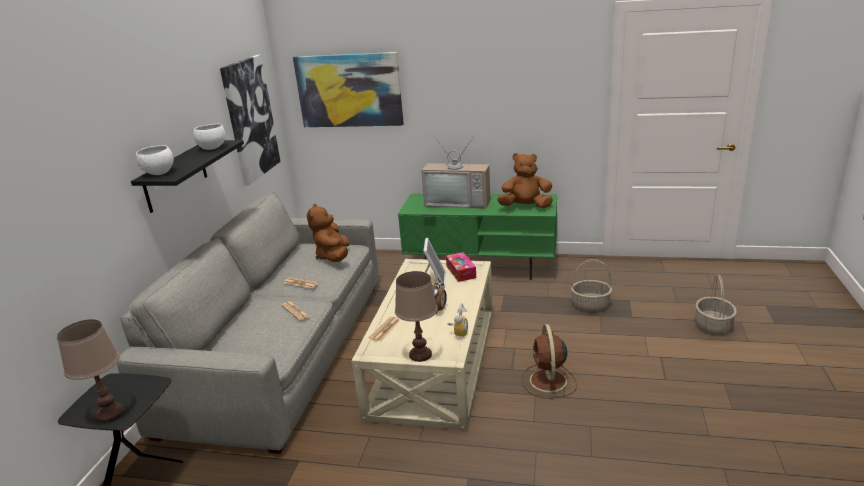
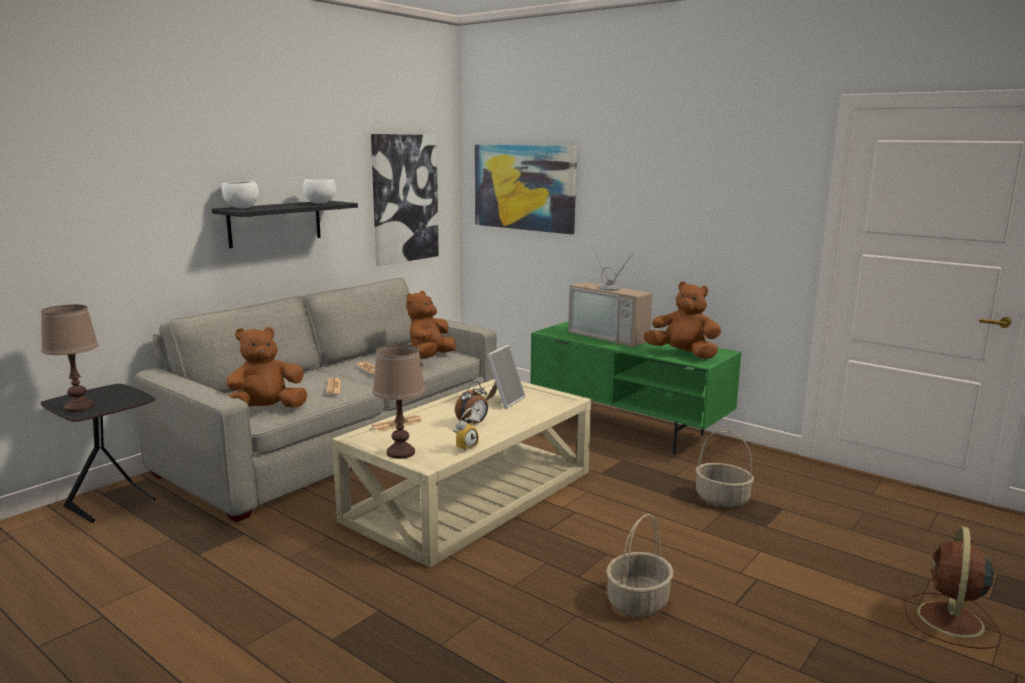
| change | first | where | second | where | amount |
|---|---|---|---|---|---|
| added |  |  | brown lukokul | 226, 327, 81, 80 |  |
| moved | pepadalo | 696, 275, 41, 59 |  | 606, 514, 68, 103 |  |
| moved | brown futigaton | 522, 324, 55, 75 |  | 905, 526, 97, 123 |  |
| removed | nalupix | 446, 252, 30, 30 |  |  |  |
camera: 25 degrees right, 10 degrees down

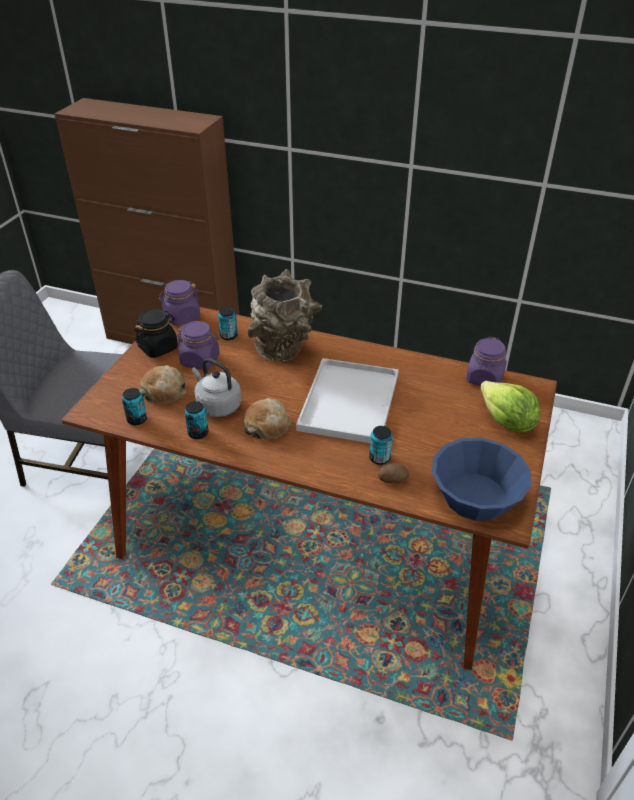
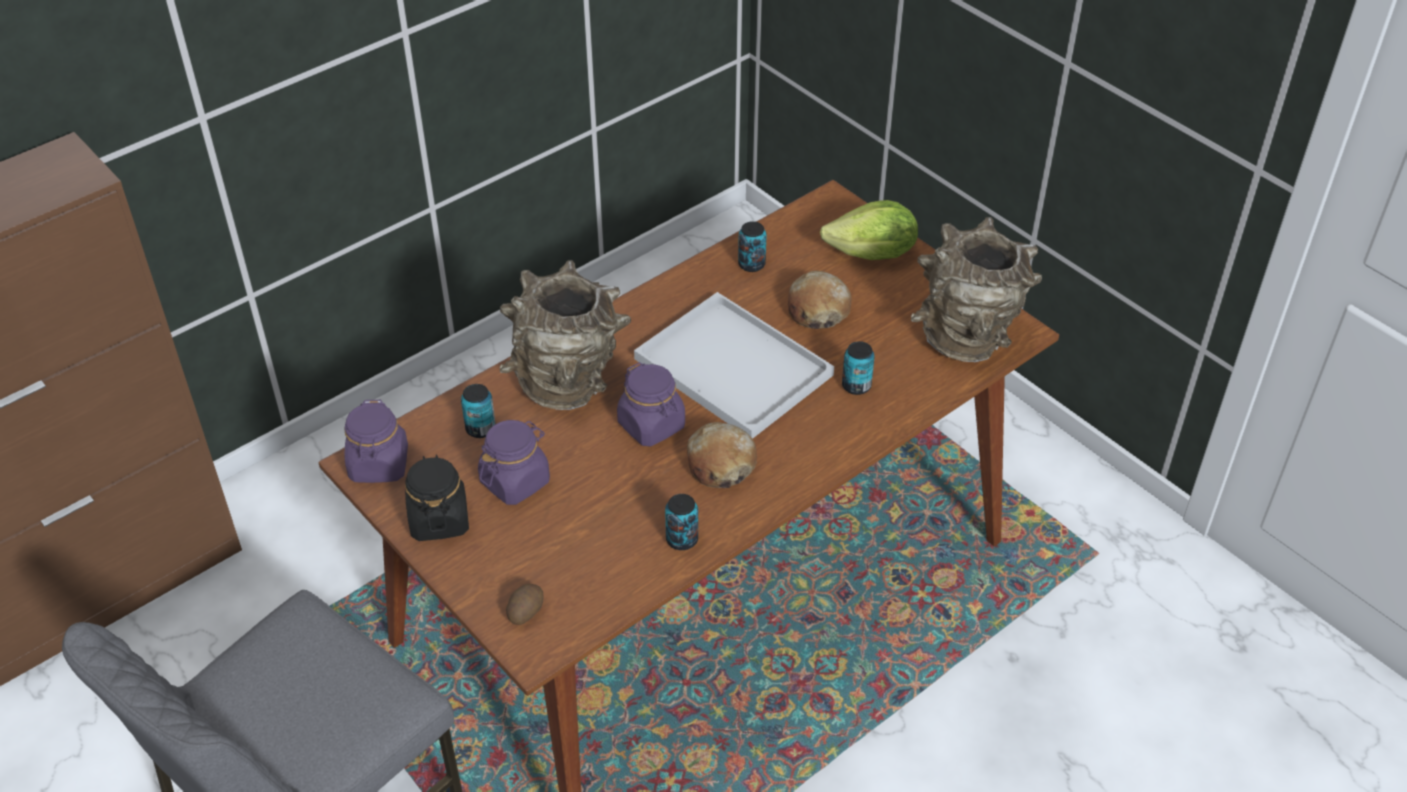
| change | first | where | second | where | amount |
|---|---|---|---|---|---|
| moved | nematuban | 378, 463, 31, 21 |  | 506, 584, 37, 41 |  |
| moved | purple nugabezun | 466, 337, 41, 49 |  | 617, 362, 68, 85 |  |
| moved | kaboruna | 122, 388, 25, 37 |  | 738, 221, 29, 51 |  |
| moved | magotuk | 139, 365, 47, 39 |  | 788, 271, 64, 58 |  |
| replaced | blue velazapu | 432, 438, 99, 83 | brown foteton | 911, 217, 131, 145 |  |
| removed | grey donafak | 192, 358, 49, 59 |  |  |  |
camera: 60 degrees left, 5 degrees up

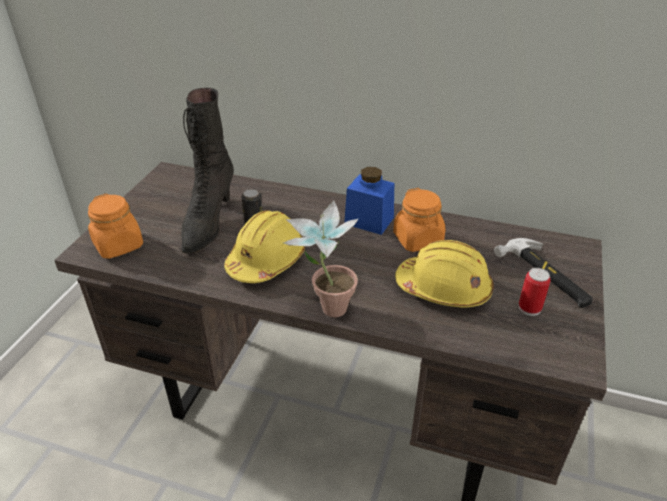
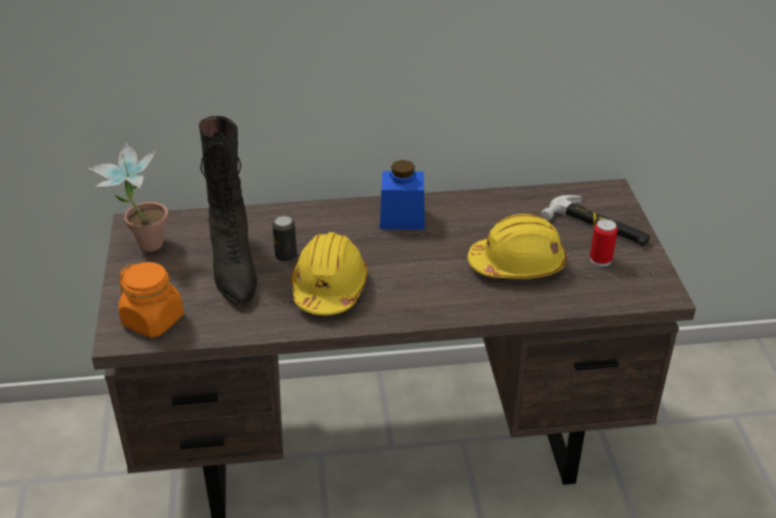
| change | first | where | second | where | amount |
|---|---|---|---|---|---|
| moved | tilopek | 284, 200, 75, 118 |  | 88, 141, 80, 111 |  |
| removed | orange nugabezun | 393, 188, 53, 64 |  |  |  |
camera: 25 degrees left, 0 degrees up

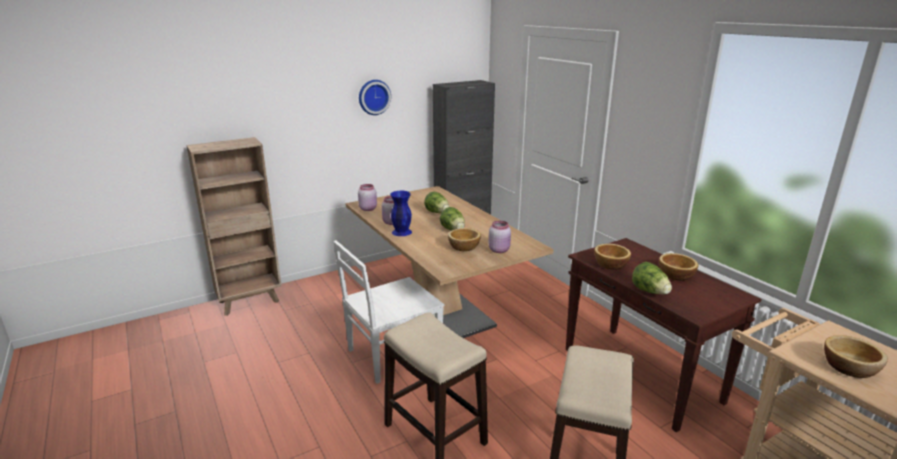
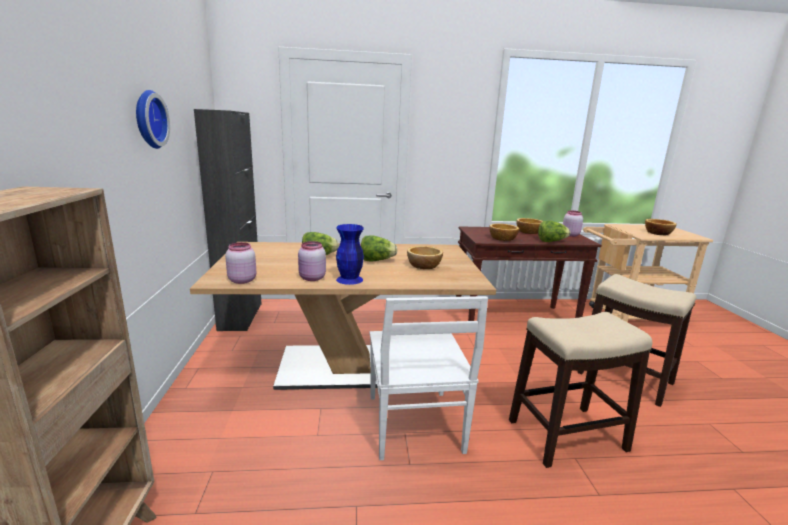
| change | first | where | second | where | amount |
|---|---|---|---|---|---|
| moved | pink nugabezun | 489, 221, 22, 32 |  | 563, 211, 20, 26 |  |
camera: 65 degrees left, 5 degrees down

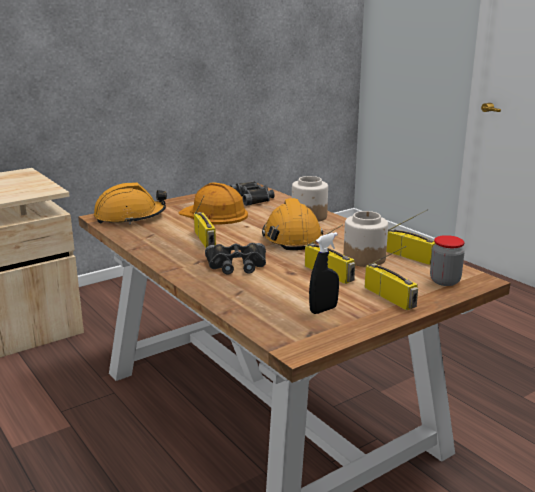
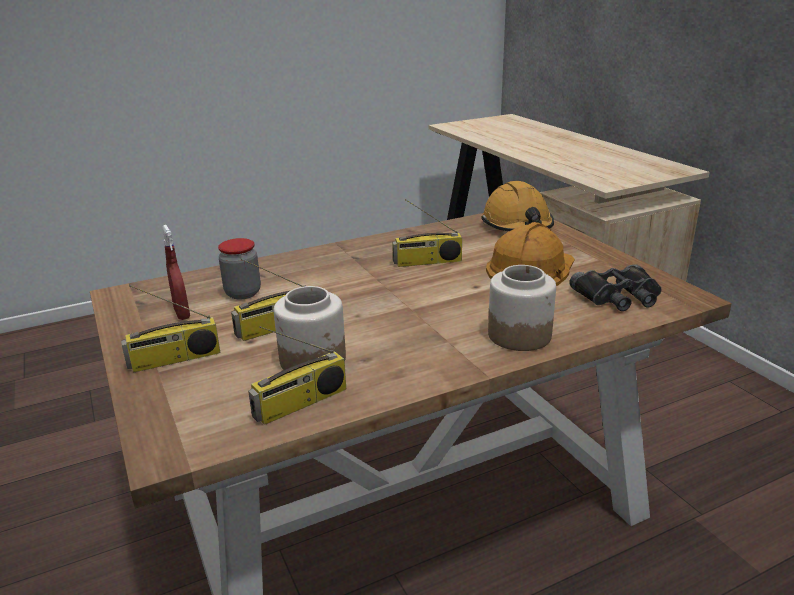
| change | first | where | second | where | amount |
|---|---|---|---|---|---|
| recoloured | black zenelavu | 309, 232, 30, 82 | red zenelavu | 162, 225, 28, 95 |  |
| moved | nugabezun | 430, 235, 35, 51 |  | 218, 238, 43, 61 |  |
| removed | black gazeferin | 205, 243, 61, 32 |  |  |  |
| removed | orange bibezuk | 262, 198, 61, 52 |  |  |  |
camera: 100 degrees right, 5 degrees up

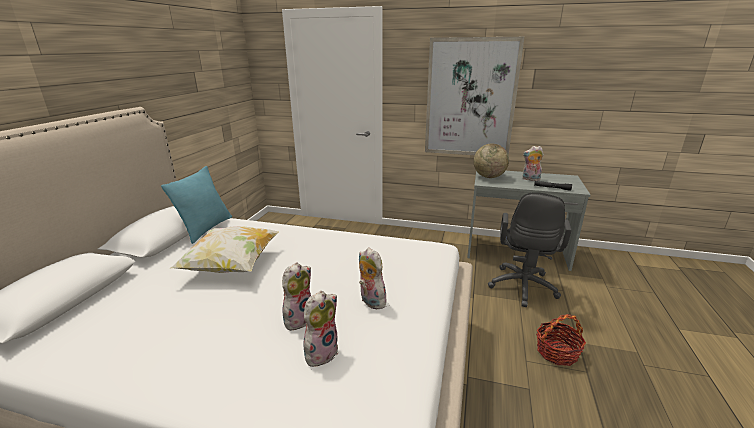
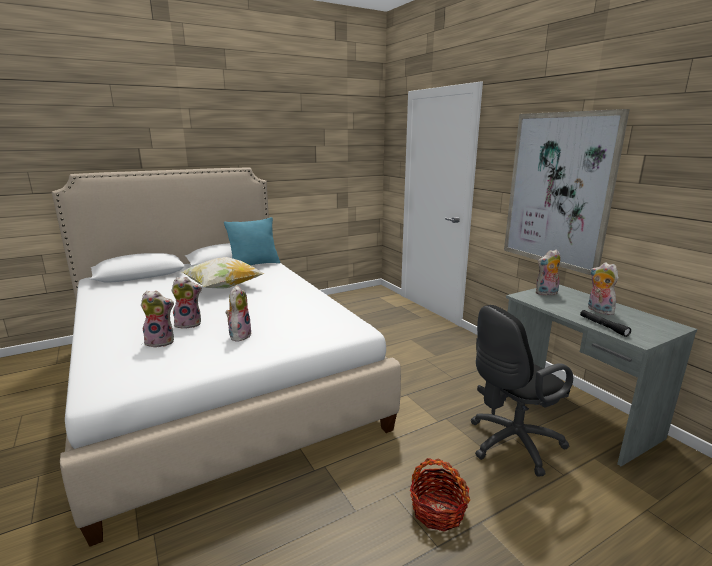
| change | first | where | second | where | amount |
|---|---|---|---|---|---|
| replaced | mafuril | 474, 144, 35, 34 | lukokul | 536, 249, 25, 47 |  |
camera: 45 degrees right, 5 degrees down

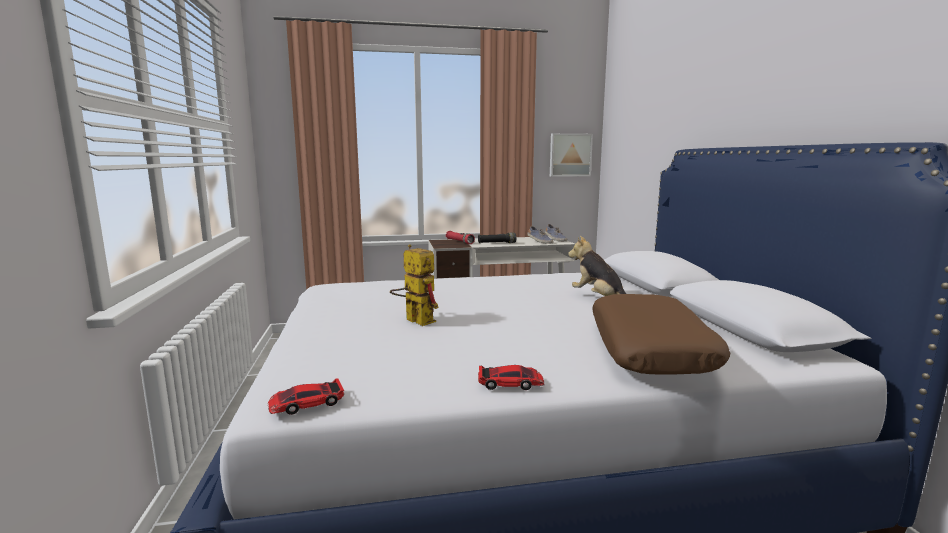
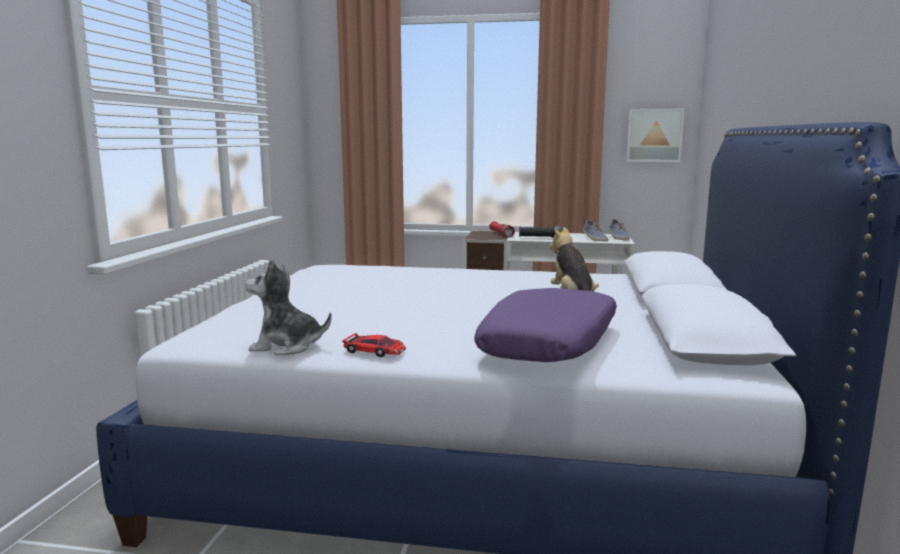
| change | first | where | second | where | amount |
|---|---|---|---|---|---|
| added |  |  | lukokul | 245, 259, 87, 96 |  |
| recoloured | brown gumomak | 592, 294, 138, 81 | purple gumomak | 474, 288, 143, 74 |  |
| removed | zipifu | 268, 378, 76, 37 |  |  |  |
| removed | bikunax | 390, 244, 49, 82 |  |  |  |
camera: 20 degrees right, 0 degrees up

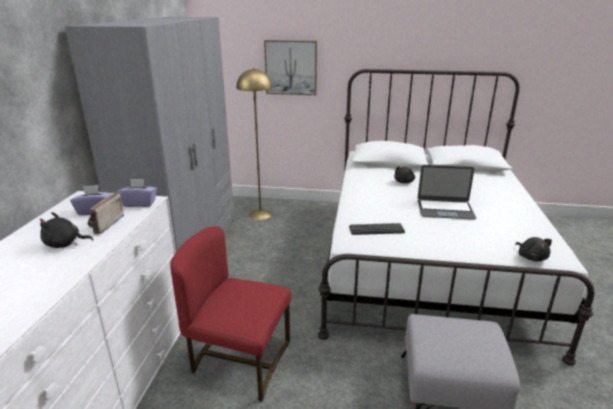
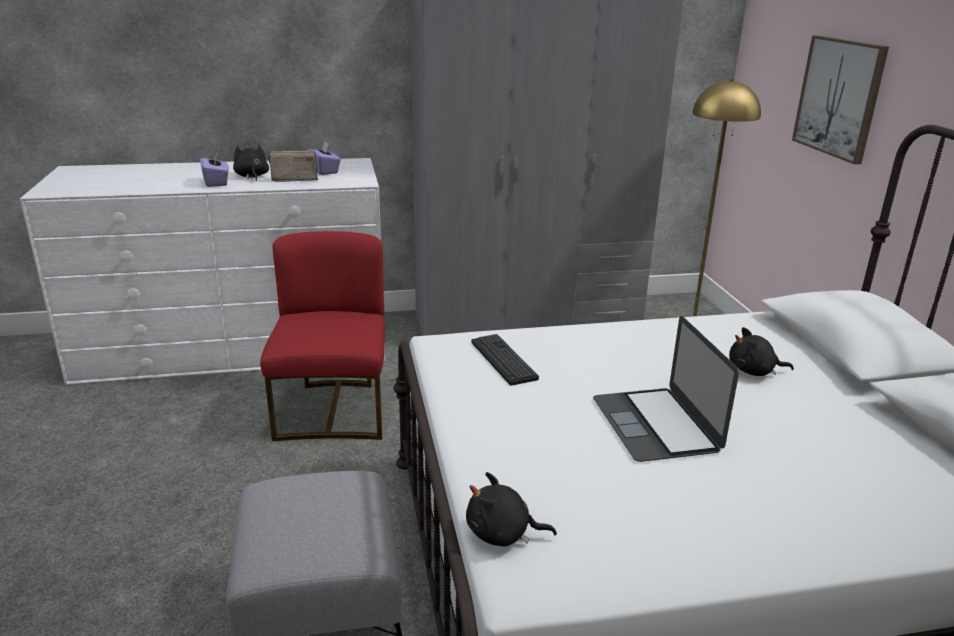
| change | first | where | second | where | amount |
|---|---|---|---|---|---|
| moved | purple nalupix | 117, 179, 40, 28 |  | 200, 153, 29, 34 |  |
| turned | black lukokul | 515, 237, 37, 24 |  | 466, 472, 91, 75 | 45 degrees clockwise |
camera: 70 degrees right, 0 degrees up

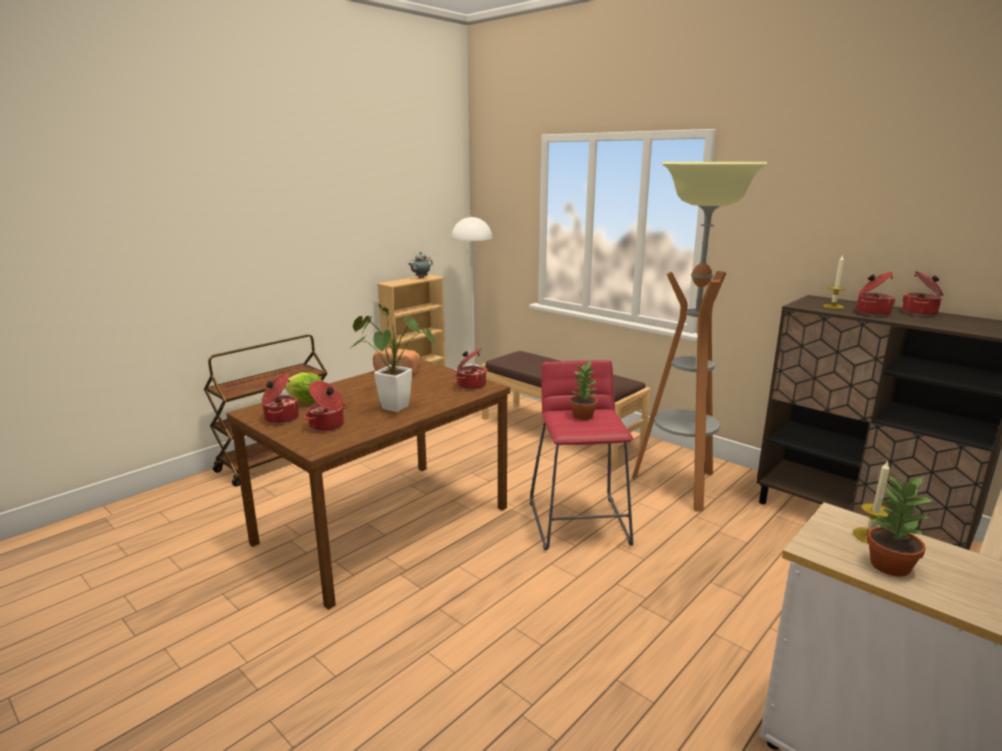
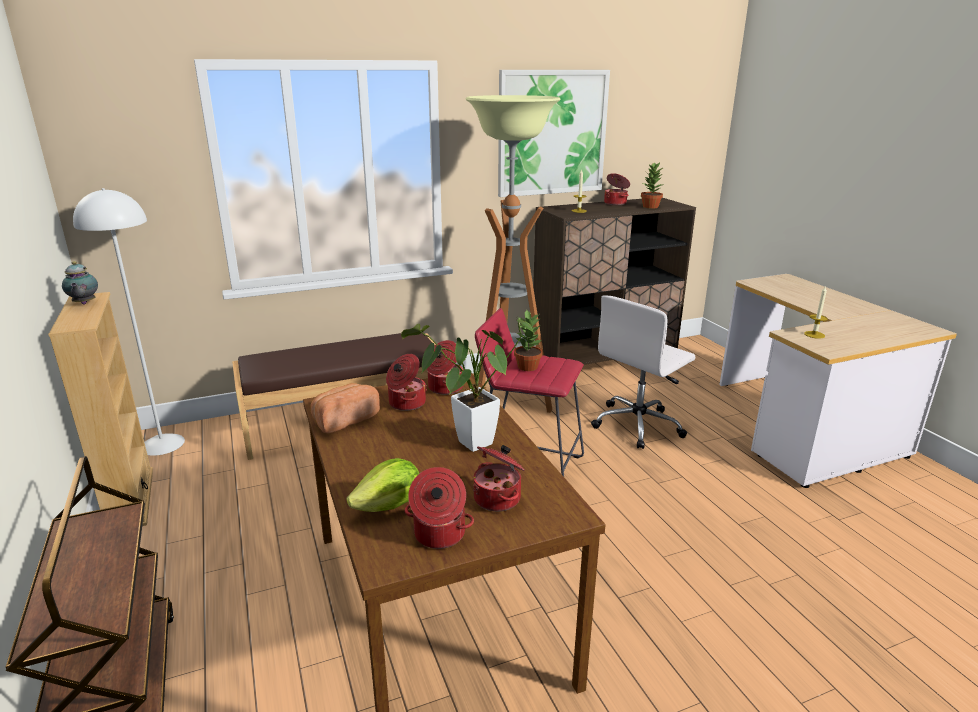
| change | first | where | second | where | amount |
|---|---|---|---|---|---|
| moved | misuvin | 856, 272, 39, 44 |  | 386, 354, 41, 57 |  |
| added |  |  | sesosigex | 498, 70, 112, 127 |  |
| added |  |  | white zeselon | 591, 295, 104, 154 |  |
| moved | tilopek | 867, 474, 68, 103 |  | 641, 163, 24, 45 |  |
camera: 65 degrees left, 5 degrees up

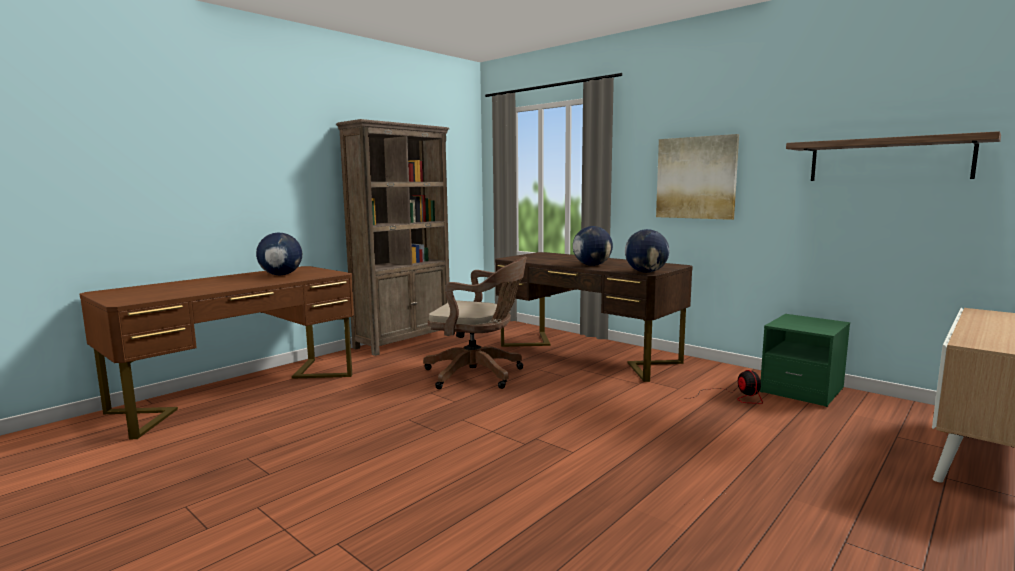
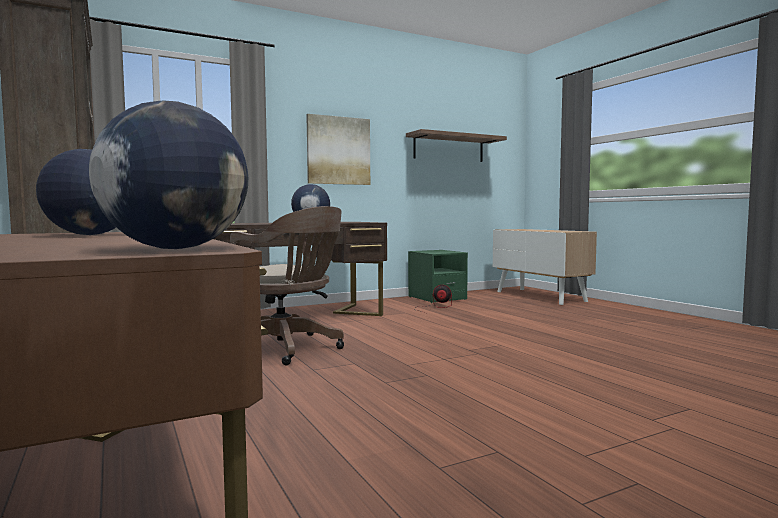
| change | first | where | second | where | amount |
|---|---|---|---|---|---|
| moved | mafuril | 625, 229, 44, 44 |  | 89, 101, 159, 148 |  |
| turned | brown zeselon | 423, 257, 104, 132 |  | 230, 206, 114, 159 | 90 degrees clockwise |
camera: 70 degrees left, 5 degrees down

